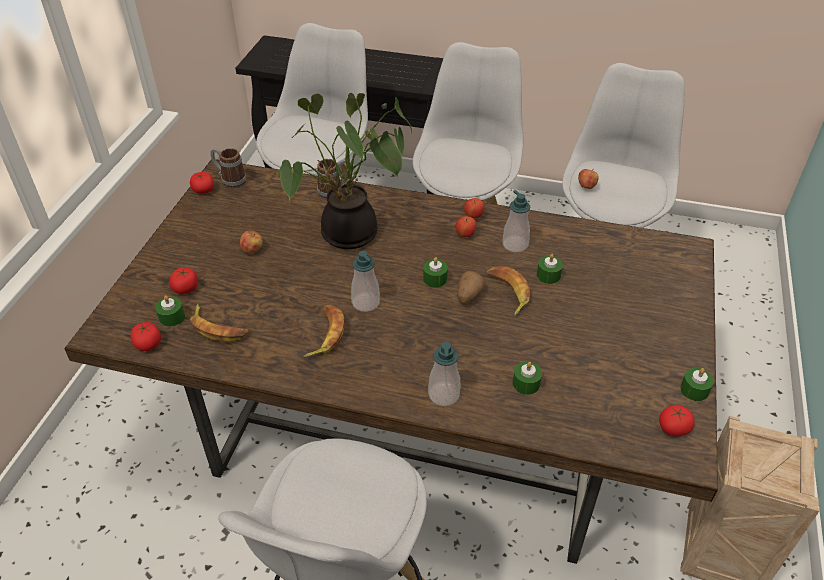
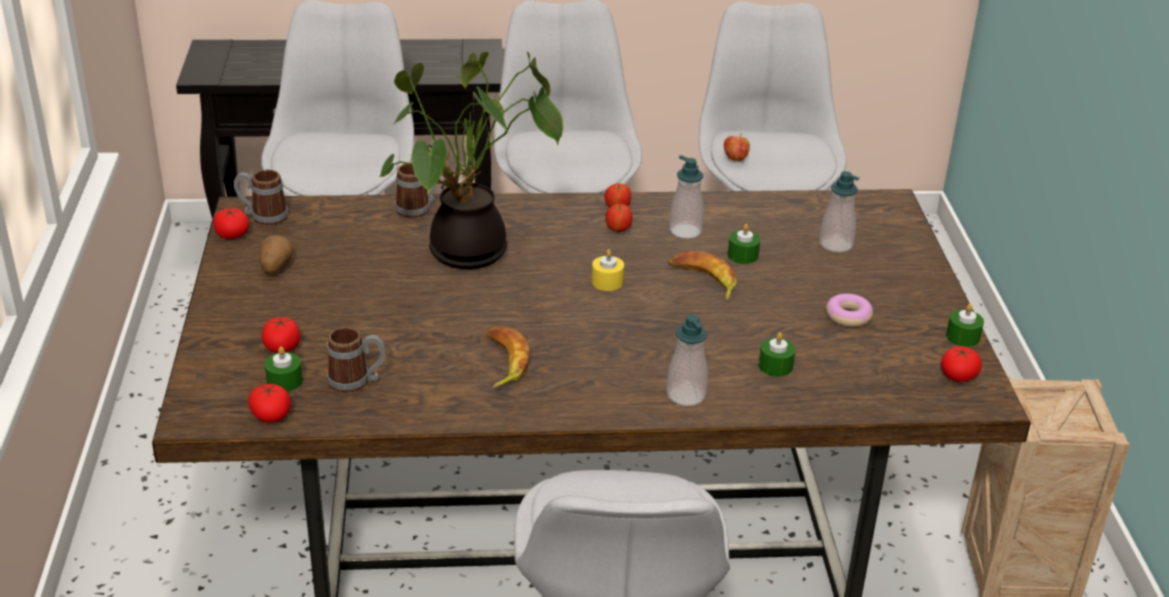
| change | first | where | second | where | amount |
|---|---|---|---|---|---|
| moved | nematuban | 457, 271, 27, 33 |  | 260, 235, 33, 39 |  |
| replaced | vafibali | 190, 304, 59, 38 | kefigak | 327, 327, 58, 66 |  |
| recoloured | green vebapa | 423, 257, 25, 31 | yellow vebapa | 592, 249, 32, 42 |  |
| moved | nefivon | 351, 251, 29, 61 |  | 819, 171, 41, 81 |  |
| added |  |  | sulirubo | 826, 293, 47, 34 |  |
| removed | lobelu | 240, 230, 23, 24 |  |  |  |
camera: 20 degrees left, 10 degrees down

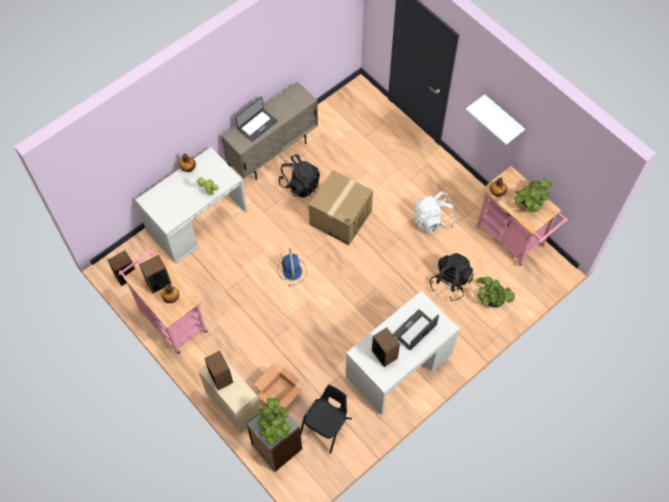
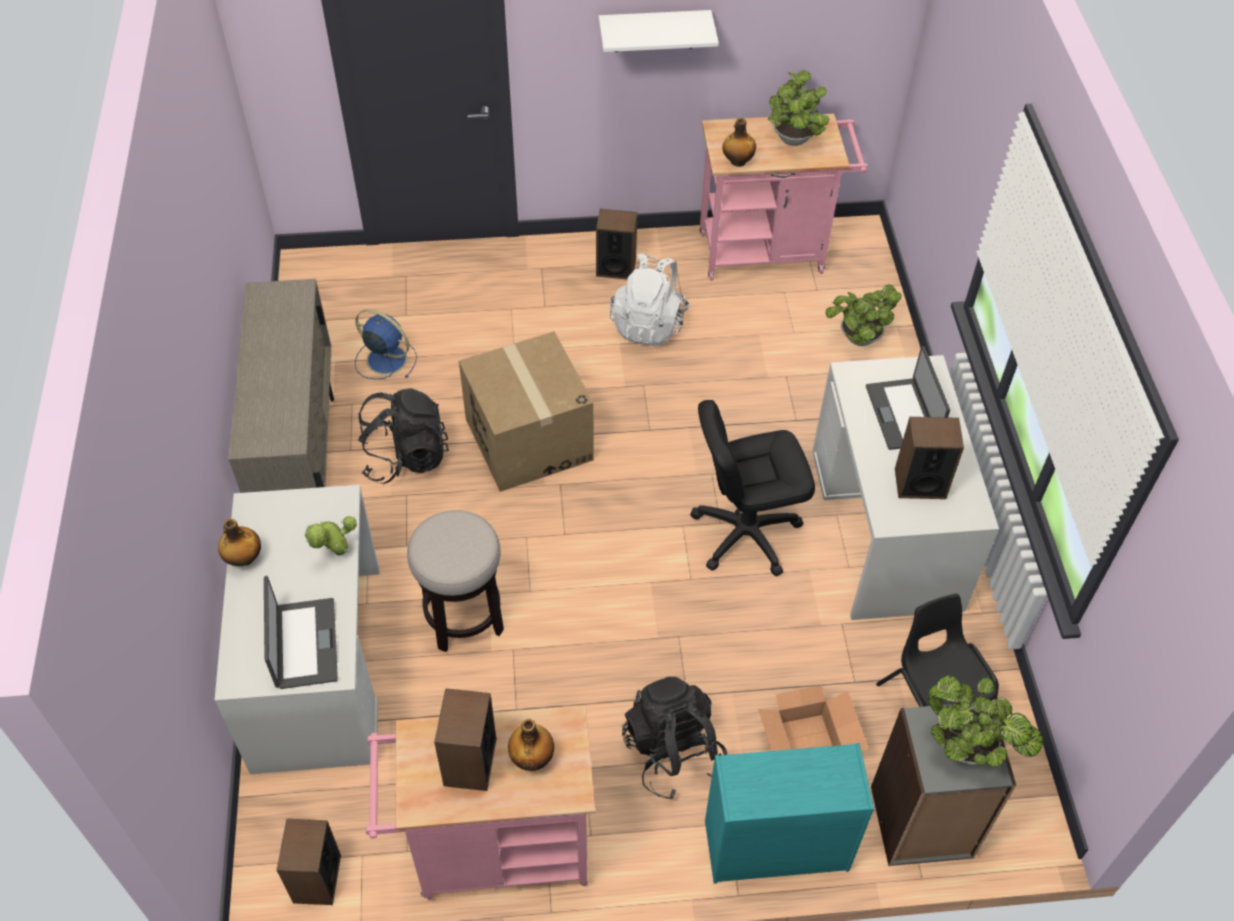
| change | first | where | second | where | amount |
|---|---|---|---|---|---|
| moved | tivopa | 235, 96, 43, 46 |  | 264, 576, 74, 113 |  |
| moved | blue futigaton | 277, 248, 30, 38 |  | 355, 309, 62, 71 |  |
| added |  |  | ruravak | 407, 510, 97, 142 |  |
| moved | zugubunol | 204, 351, 29, 39 |  | 596, 209, 41, 71 |  |
| moved | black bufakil | 430, 253, 44, 48 |  | 622, 677, 105, 123 |  |
| added |  |  | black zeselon | 690, 400, 125, 176 |  |
| recoloured | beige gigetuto | 198, 358, 62, 75 | turquoise gigetuto | 705, 743, 169, 141 |  |
camera: 55 degrees left, 10 degrees down

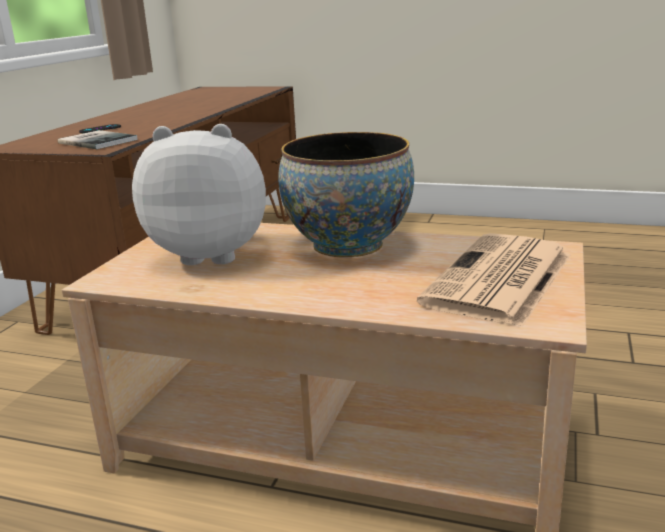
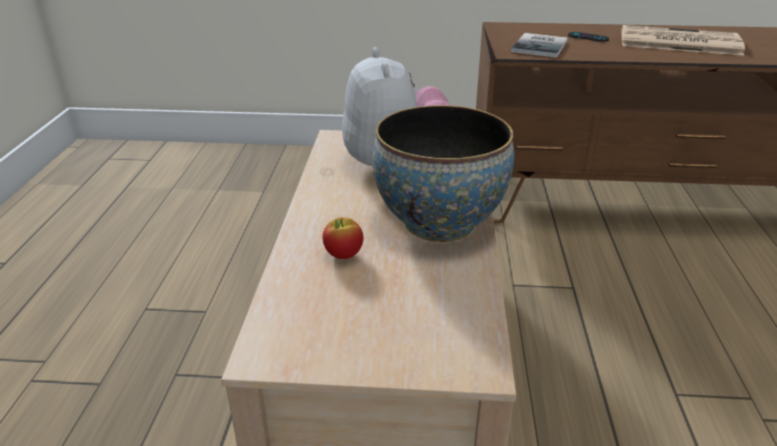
| change | first | where | second | where | amount |
|---|---|---|---|---|---|
| added |  |  | lobelu | 323, 217, 41, 42 |  |
| moved | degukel | 417, 233, 154, 94 |  | 621, 25, 124, 31 |  |
camera: 75 degrees right, 10 degrees up

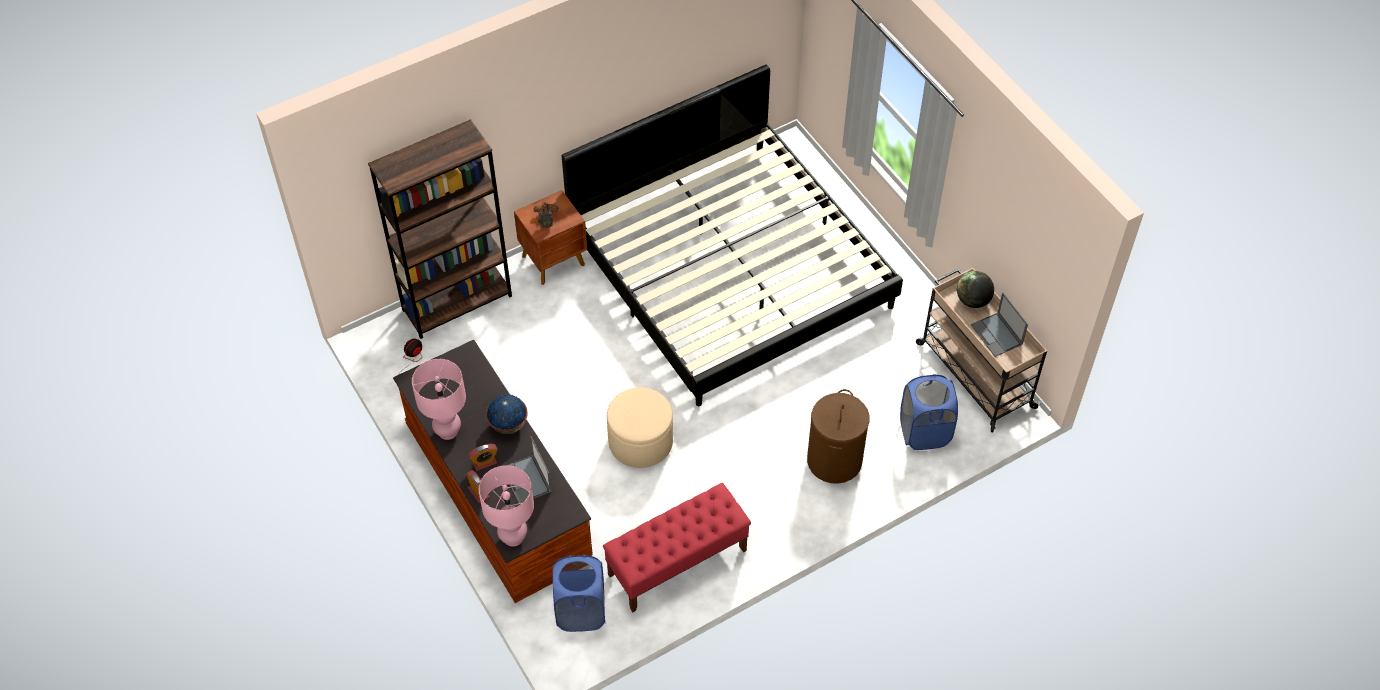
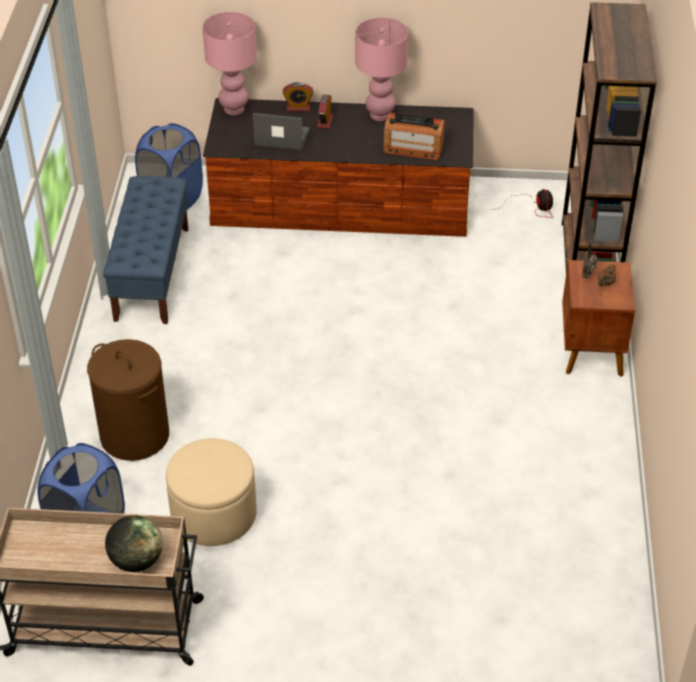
| change | first | where | second | where | amount |
|---|---|---|---|---|---|
| recoloured | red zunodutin | 603, 483, 148, 130 | blue zunodutin | 103, 176, 85, 148 |  |
| moved | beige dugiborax | 607, 387, 66, 81 |  | 166, 438, 91, 108 |  |
| added |  |  | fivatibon | 384, 113, 61, 47 |  |
| removed | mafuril | 486, 394, 42, 40 |  |  |  |
| removed | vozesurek | 562, 65, 341, 341 |  |  |  |
| removed | tivopa | 971, 293, 57, 64 |  |  |  |
camera: 125 degrees right, 10 degrees down

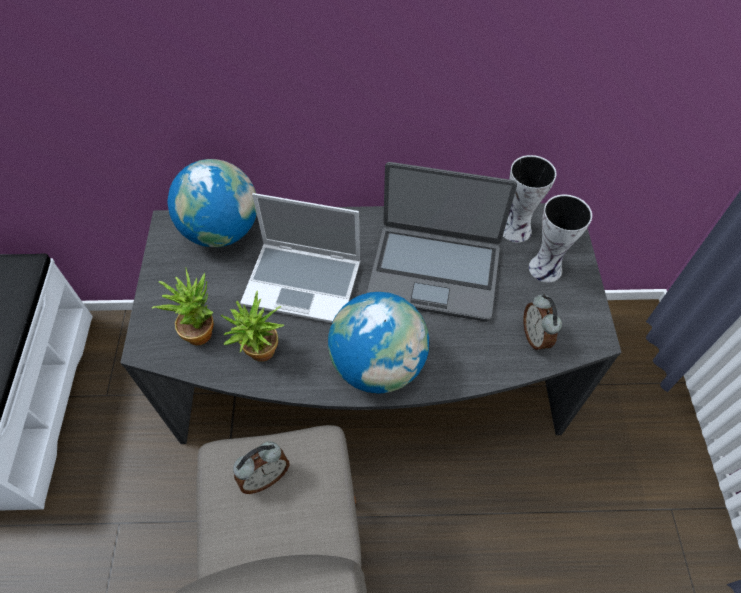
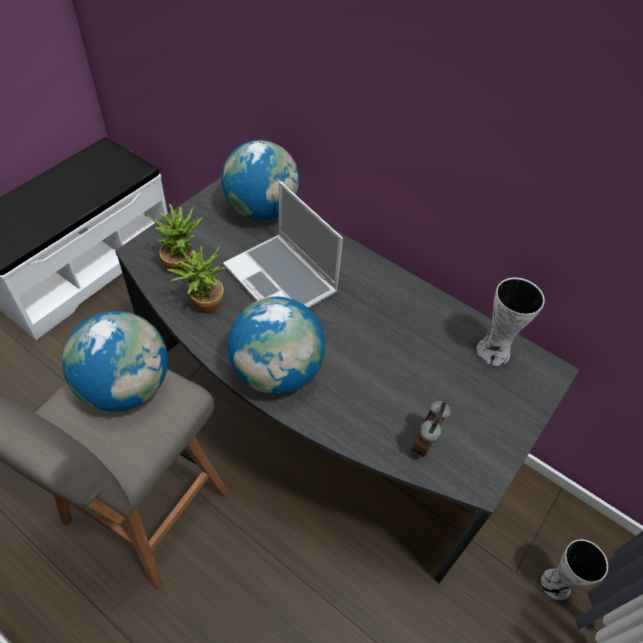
| change | first | where | second | where | amount |
|---|---|---|---|---|---|
| replaced | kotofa | 233, 441, 56, 53 | mafuril | 62, 311, 106, 101 |  |
| moved | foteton | 529, 194, 63, 88 |  | 541, 539, 67, 61 |  |
| removed | tivopa | 367, 162, 150, 160 |  |  |  |
camera: 35 degrees right, 5 degrees down

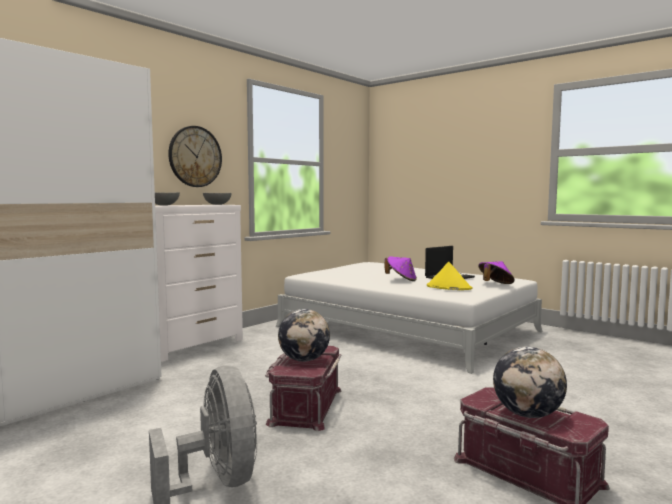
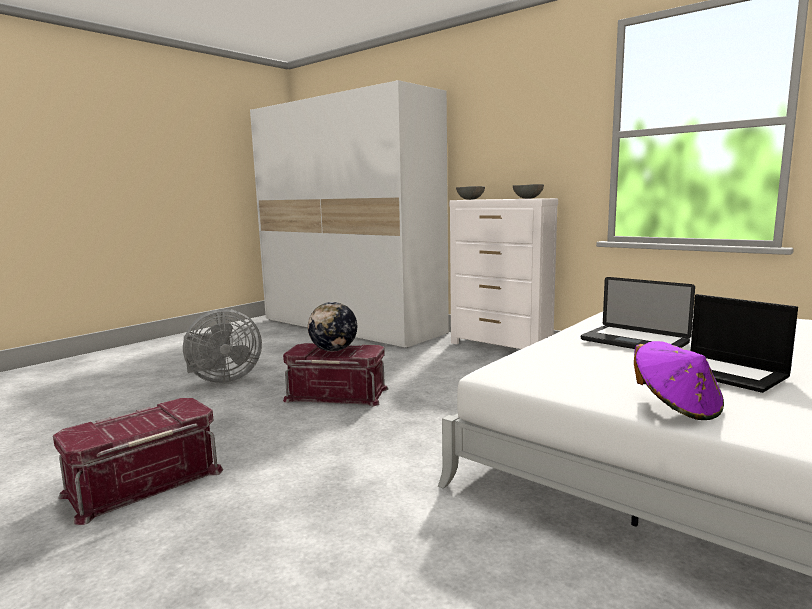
| change | first | where | second | where | amount |
|---|---|---|---|---|---|
| replaced | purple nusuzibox | 384, 256, 33, 25 | tivopa | 581, 277, 114, 72 |  |
| removed | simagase | 168, 126, 54, 61 |  |  |  |
| removed | yellow nusuzibox | 427, 262, 46, 28 |  |  |  |
| removed | mafuril | 493, 346, 74, 72 |  |  |  |
camera: 90 degrees right, 5 degrees up

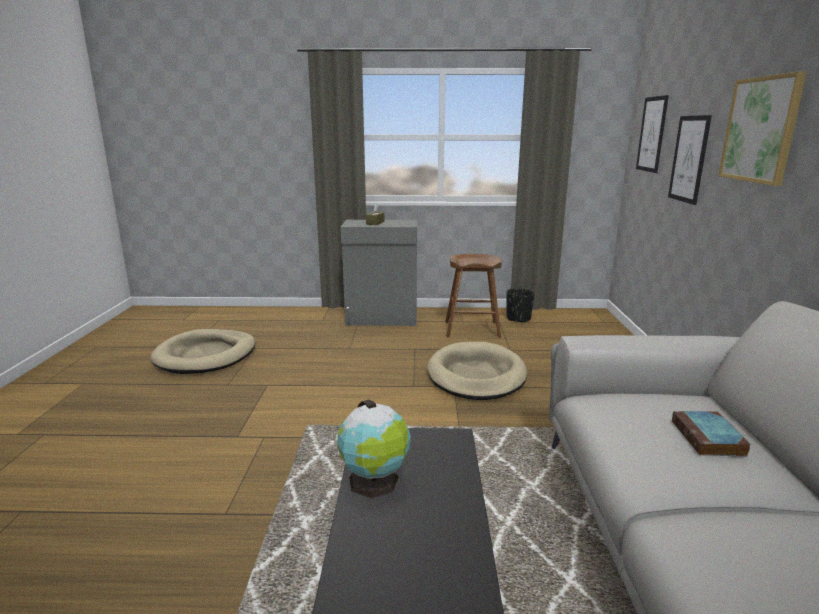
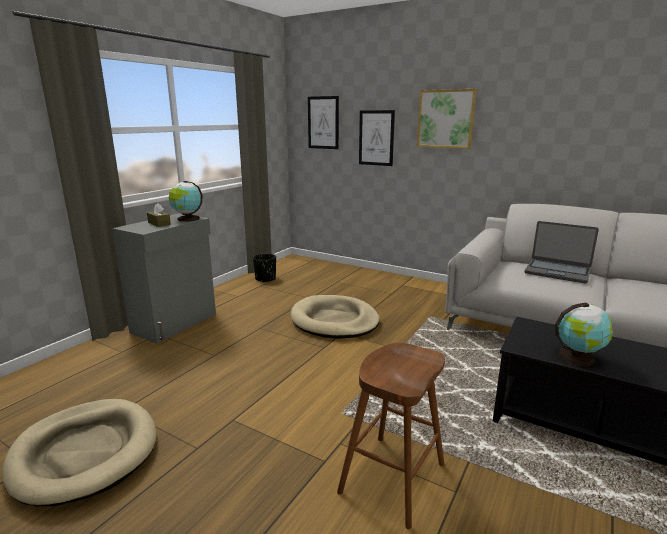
| change | first | where | second | where | amount |
|---|---|---|---|---|---|
| added |  |  | mafuril | 169, 181, 34, 41 |  |
| moved | brown ruravak | 445, 254, 57, 84 |  | 337, 343, 108, 186 |  |
| replaced | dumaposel | 672, 411, 79, 45 | tivopa | 524, 221, 75, 62 |  |
camera: 60 degrees left, 0 degrees up

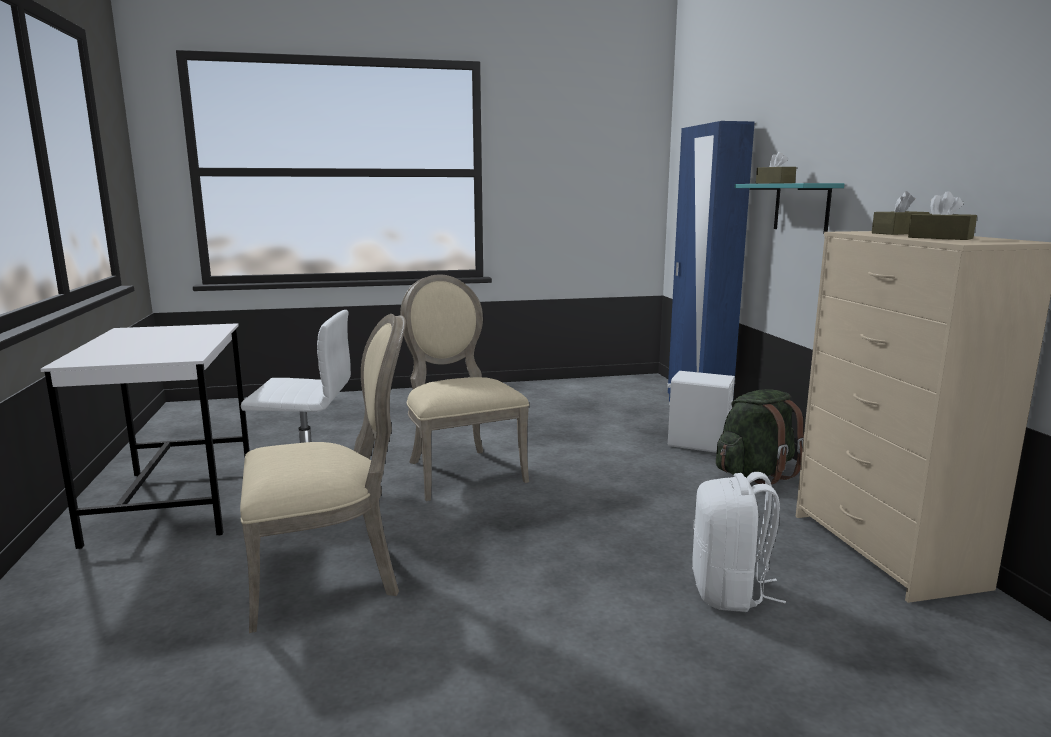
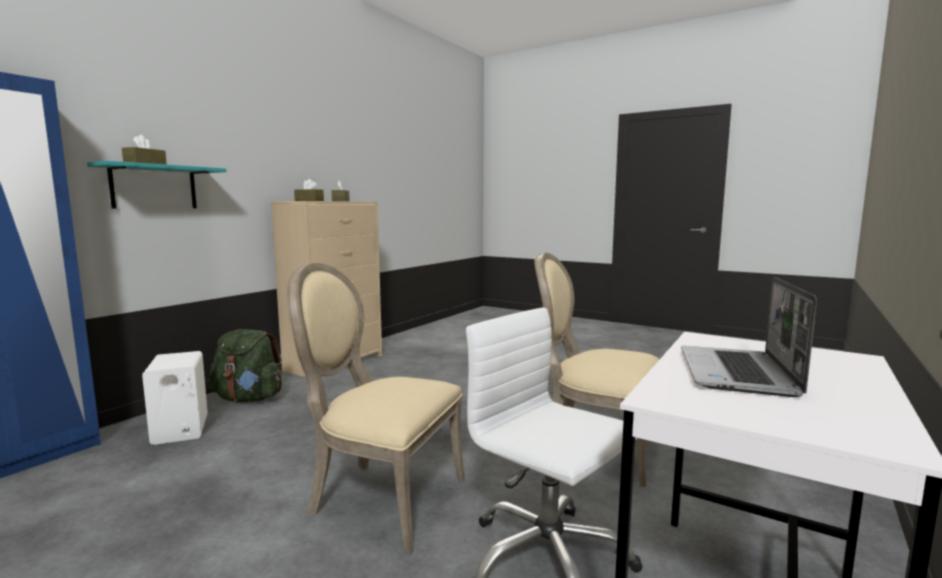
| change | first | where | second | where | amount |
|---|---|---|---|---|---|
| turned | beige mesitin | 400, 274, 129, 227 |  | 287, 263, 178, 292 | 90 degrees clockwise |
| added |  |  | tivopa | 681, 277, 136, 120 |  |
| removed | white bufakil | 692, 472, 94, 140 |  |  |  |
camera: 135 degrees left, 5 degrees down

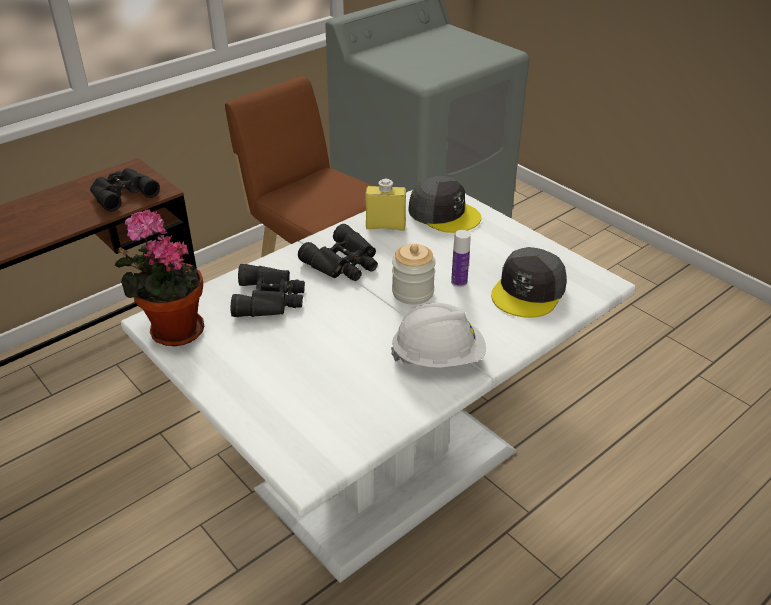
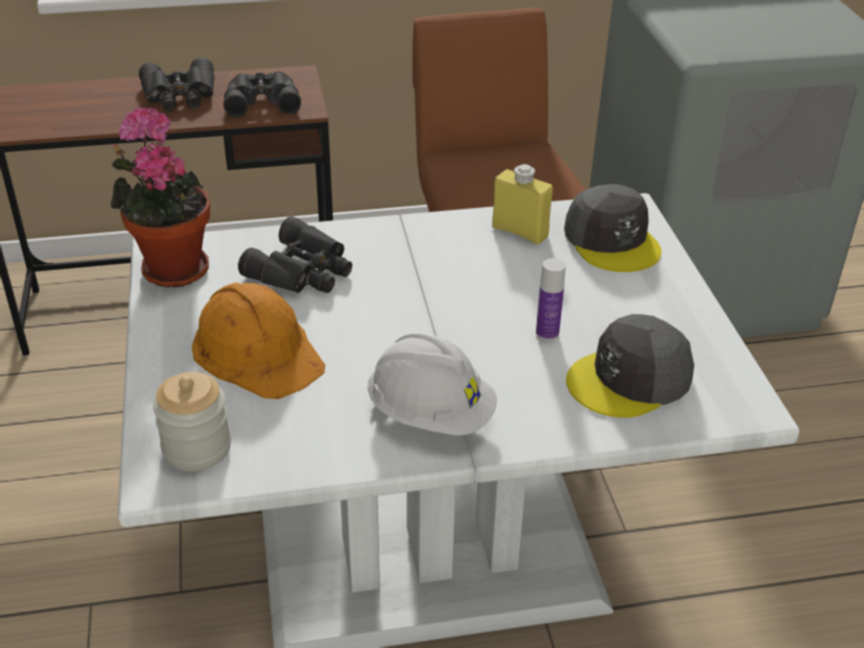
| change | first | where | second | where | amount |
|---|---|---|---|---|---|
| moved | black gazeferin | 298, 224, 80, 57 |  | 139, 58, 76, 54 |  |
| moved | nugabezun | 392, 244, 44, 61 |  | 153, 372, 78, 99 |  |
| added |  |  | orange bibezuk | 192, 282, 133, 117 |  |
camera: 30 degrees right, 0 degrees up

